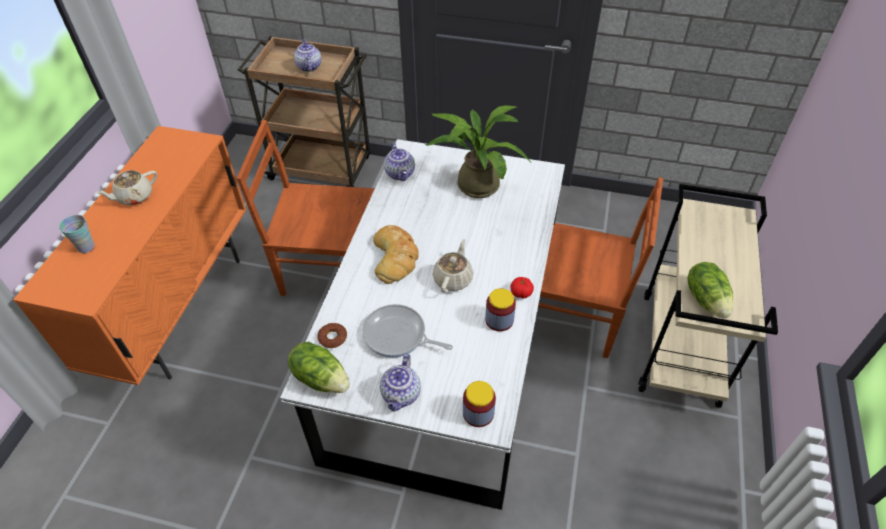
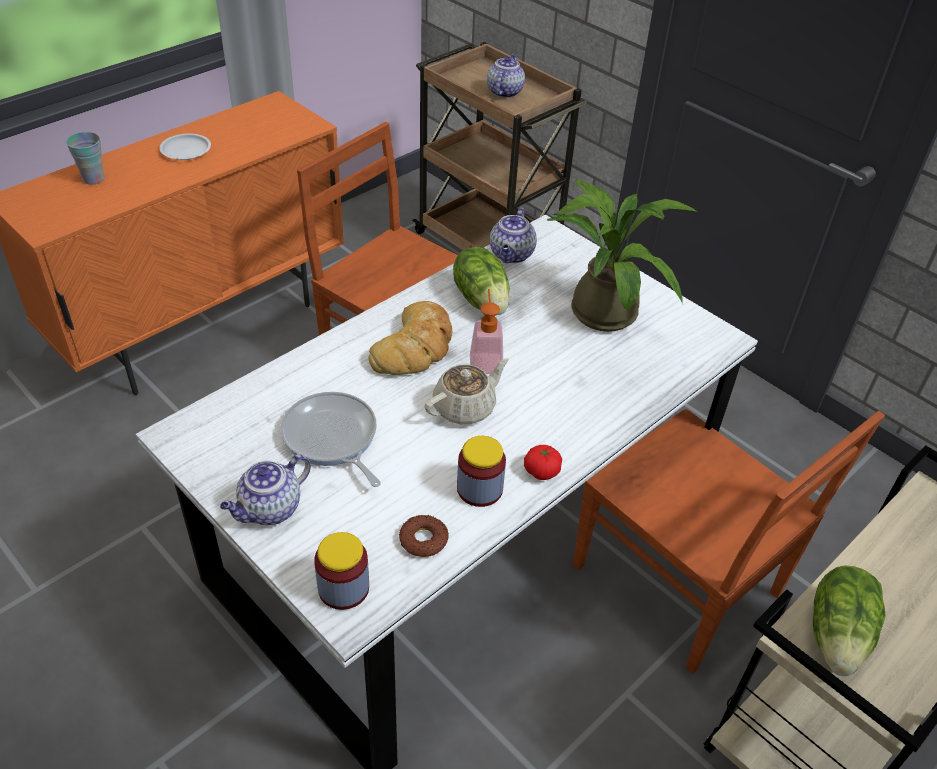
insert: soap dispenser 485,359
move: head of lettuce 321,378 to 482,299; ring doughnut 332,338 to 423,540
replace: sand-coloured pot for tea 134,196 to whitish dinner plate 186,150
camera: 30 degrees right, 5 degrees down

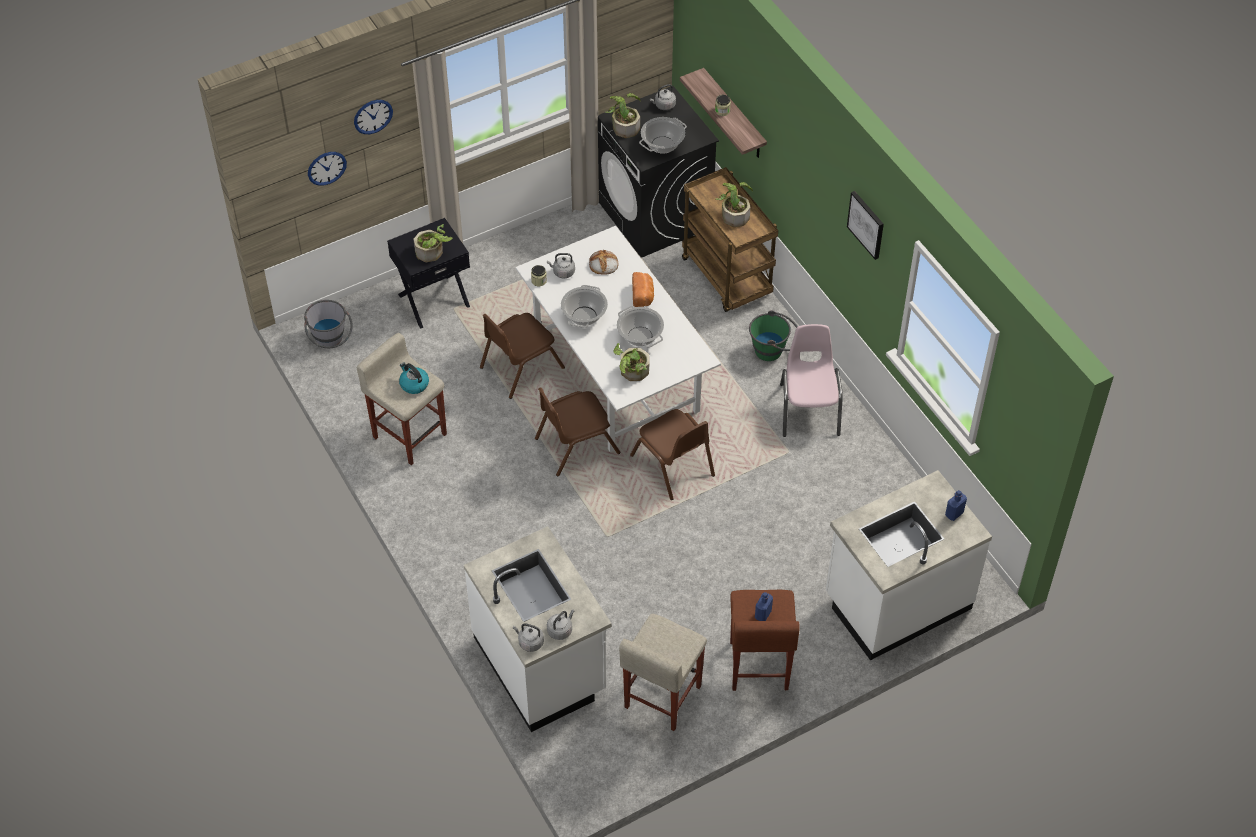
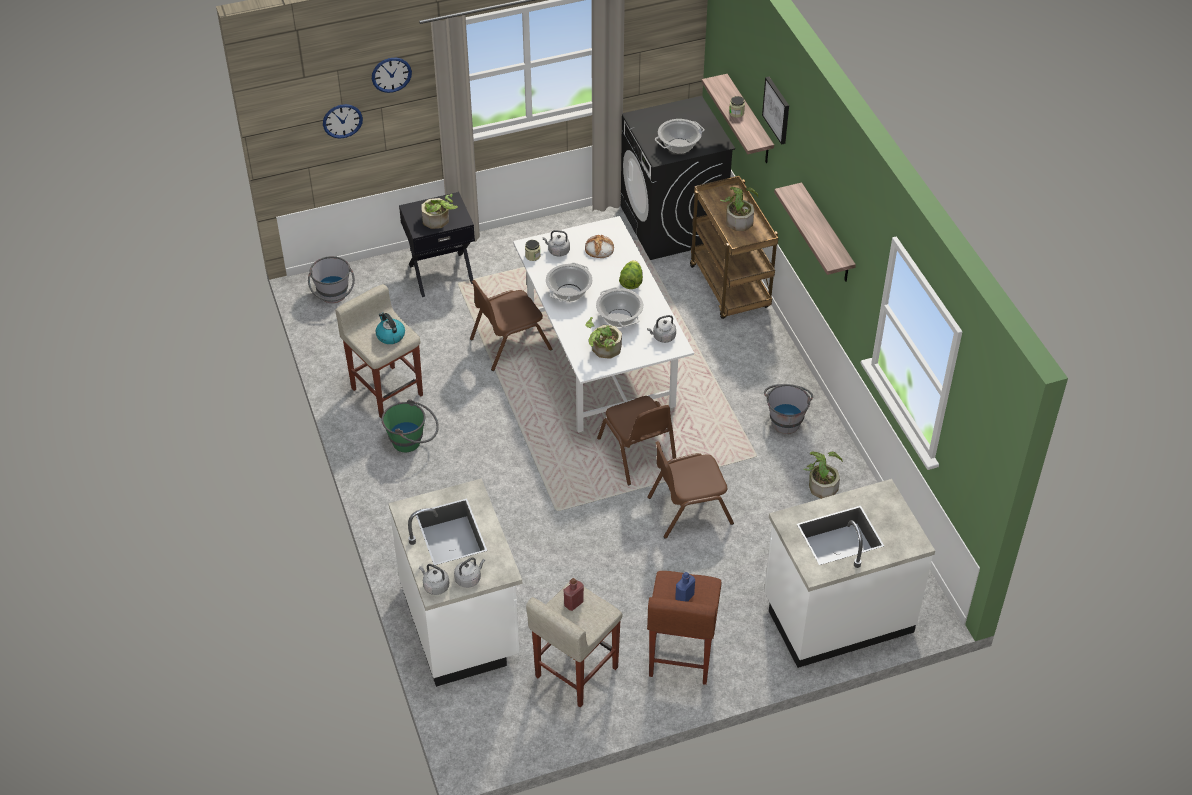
delete: blue bottle 954,514
insert: red-coloured bottle 573,603; shelf 826,235
move: brown-coloured chair 576,445 to 689,509; potted plant 624,125 to 821,484; gray tea kettle 664,105 to 663,337; green bucket 774,350 to 412,442; wall picture 866,224 to 777,110
replace: bread 643,296 to head of lettuce 631,282; pinkish chair 809,409 to gray bucket 785,418
camera: 10 degrees right, 5 degrees down

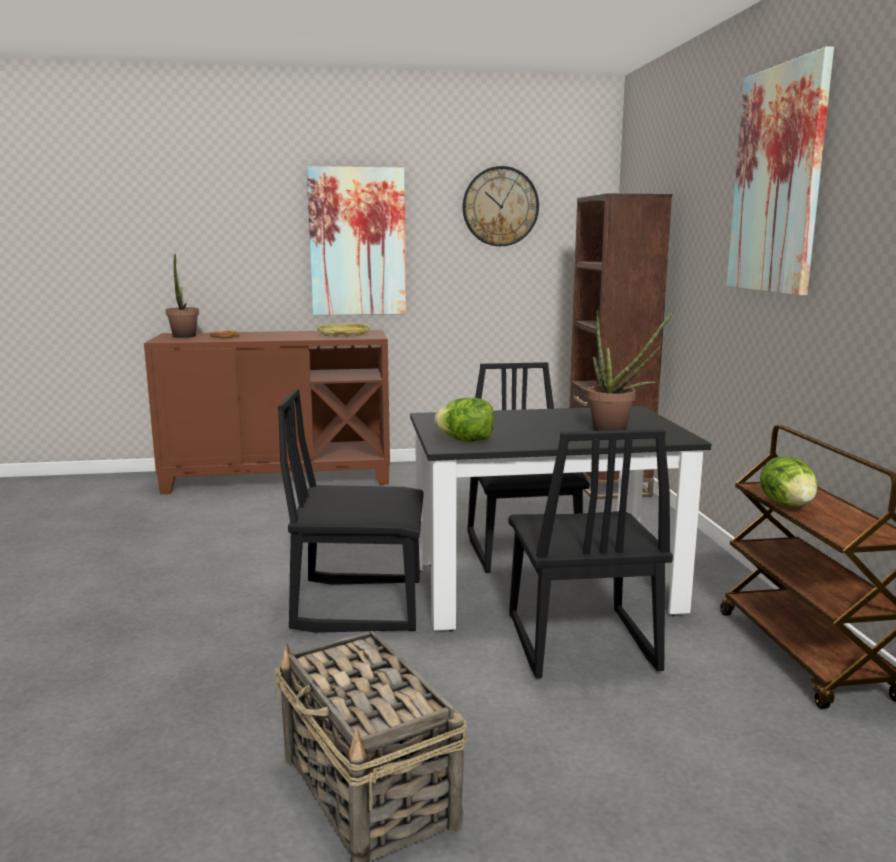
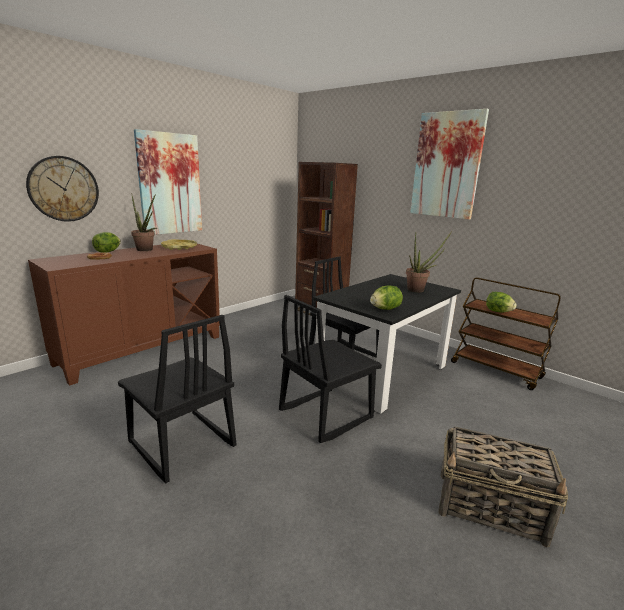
insert: head of lettuce 107,252
move: potted plant 184,337 to 146,250; wall clock 500,206 to 63,189; black chair 578,643 to 181,445
camera: 40 degrees left, 5 degrees up

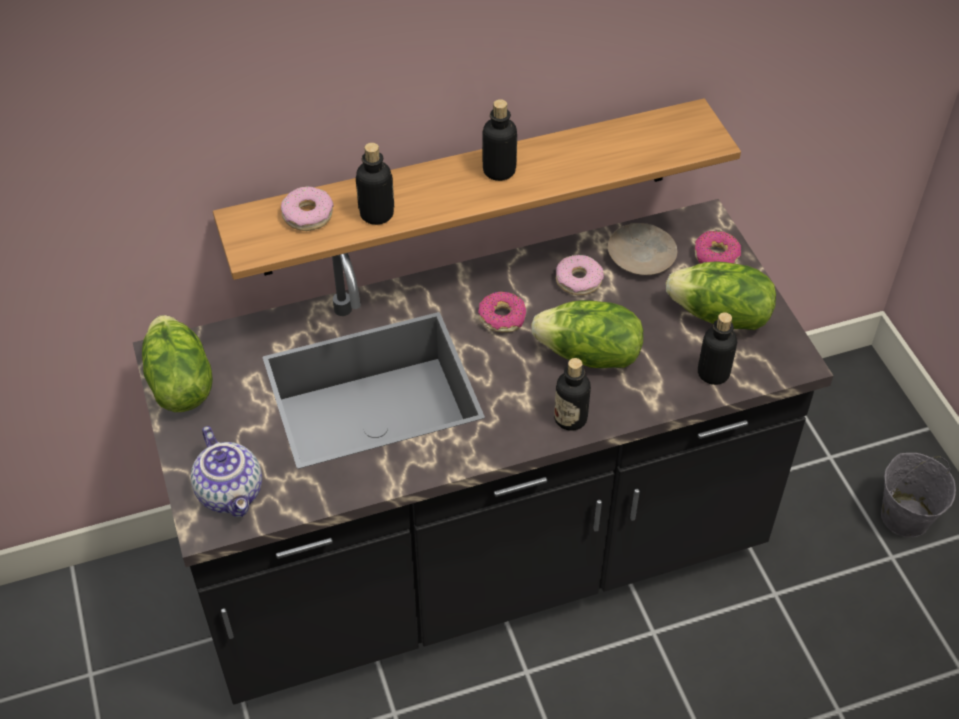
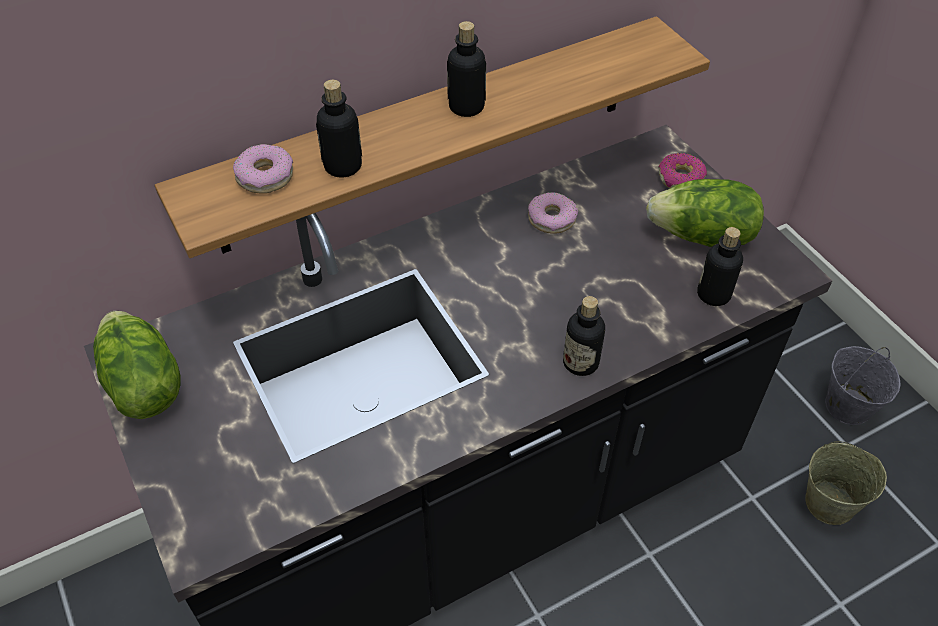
delete: pot for tea 232,492; ring doughnut 502,317; head of lettuce 589,355; sand-coloured dinner plate 641,255
insert: sand-coloured bucket 830,503
camera: 10 degrees left, 0 degrees up

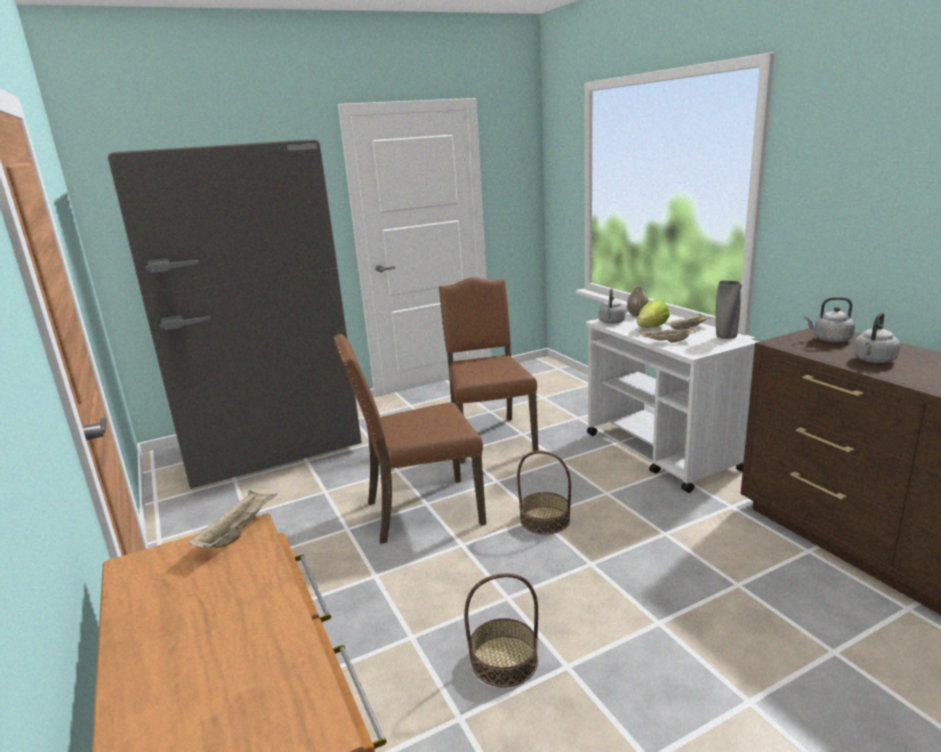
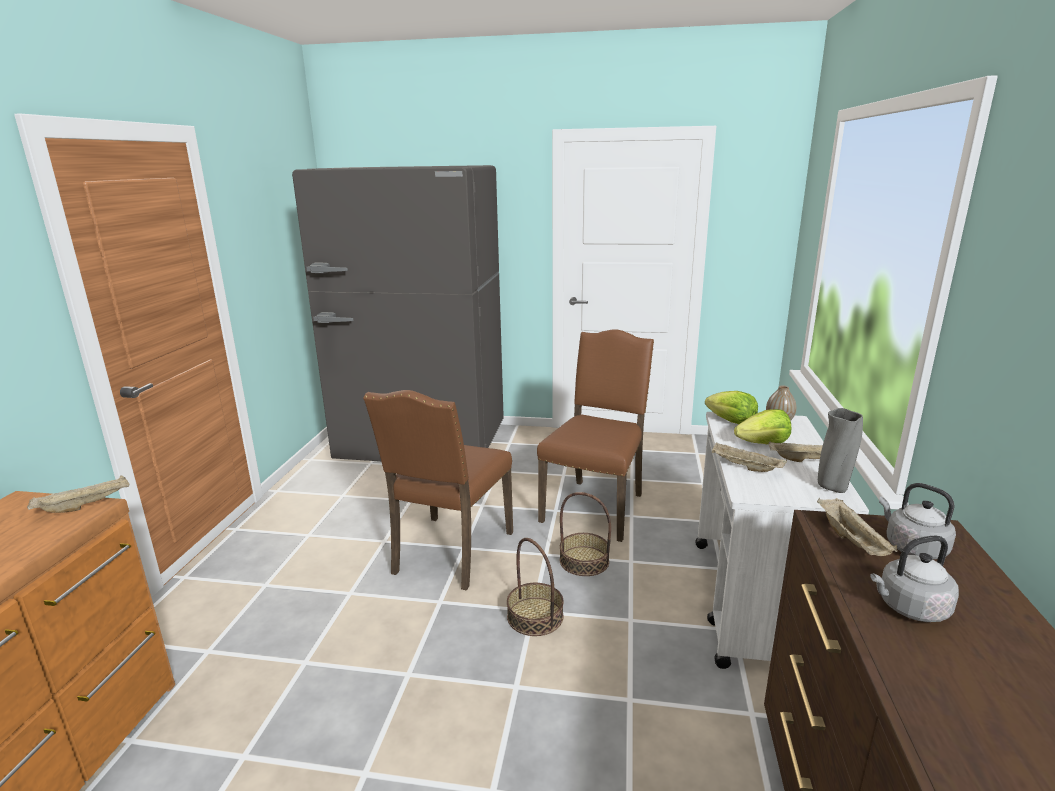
insert: sand-coloured carrying tray 852,541
move: household basket 504,660 to 584,561
replace: gray tea kettle 611,322 to head of lettuce 731,421
rotate: brown-coloured chair 420,512 = 450,553 90 degrees counterclockwise
camera: 35 degrees right, 0 degrees up

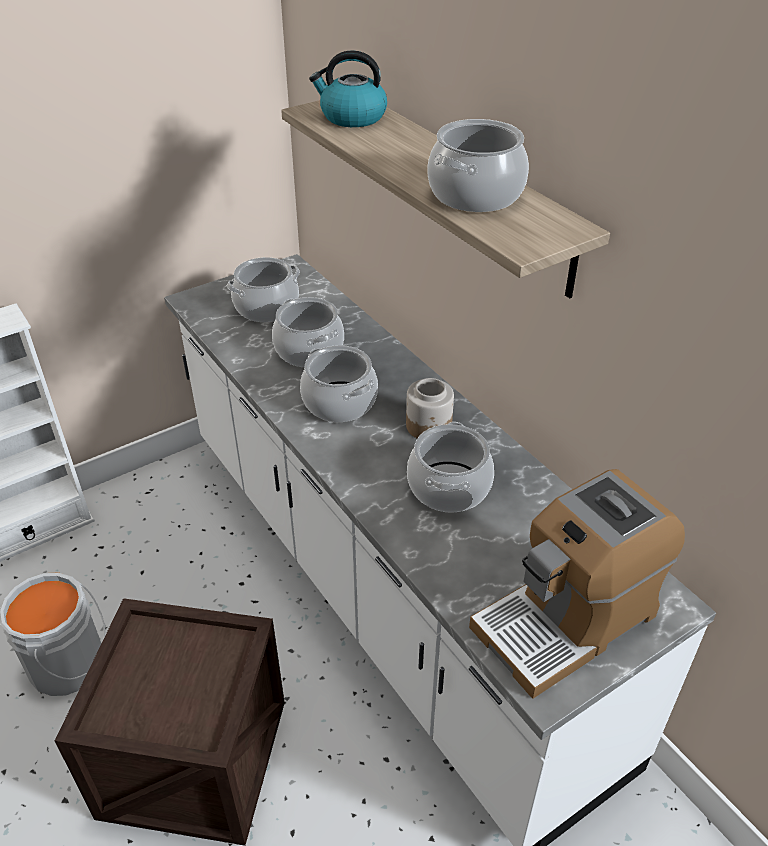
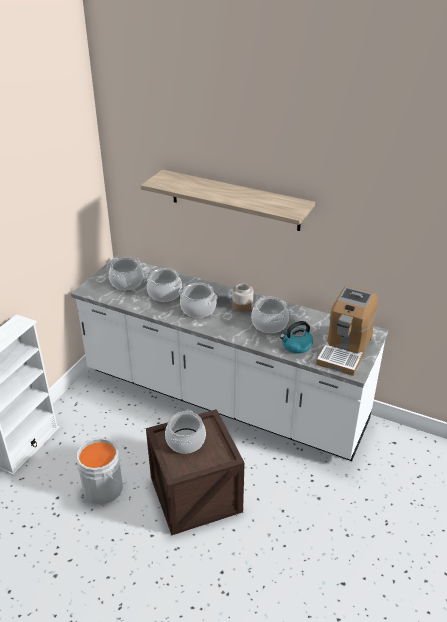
move: tea kettle 352,117 to 296,346; cooking pot 475,194 to 185,441
camera: 30 degrees left, 5 degrees down

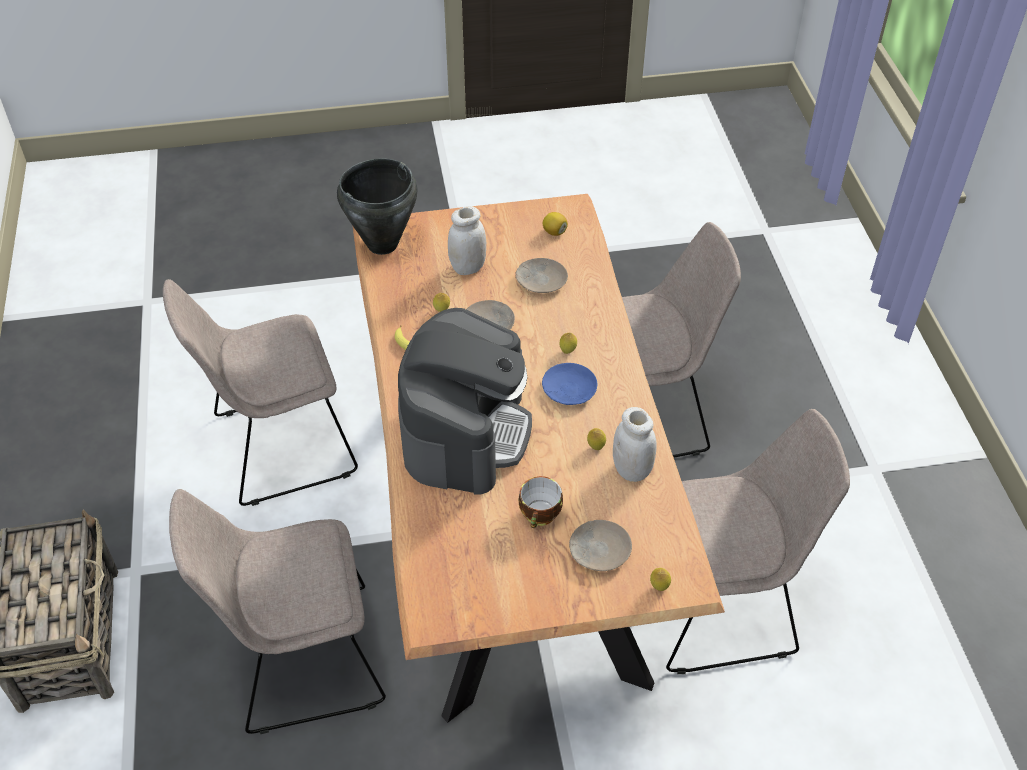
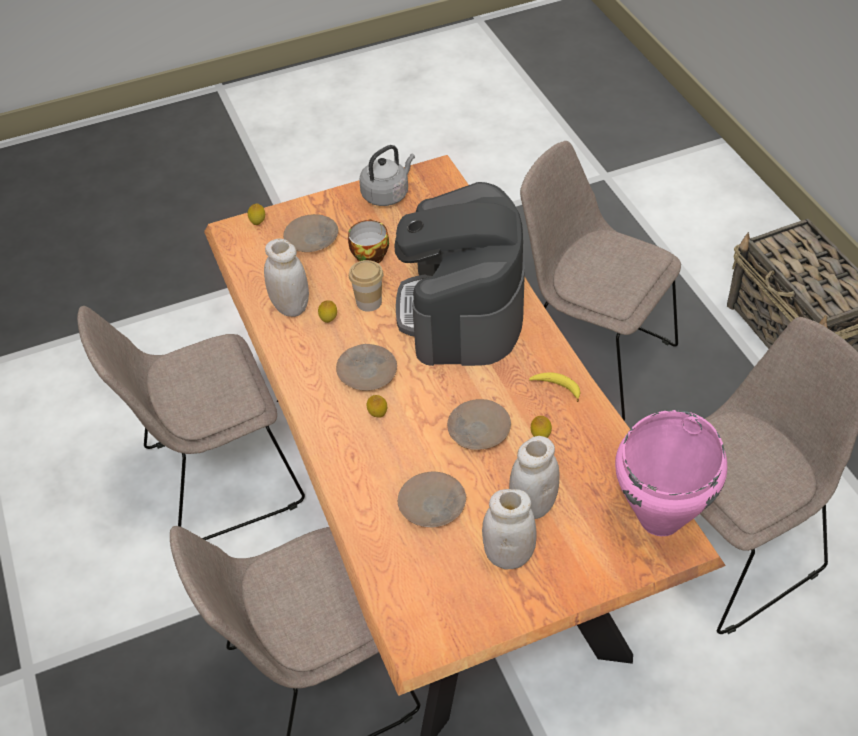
delete: citrus fruit 554,232
insert: small cup 369,302; gray tea kettle 387,194; whitish storage jar 508,555
recolor: black cooking pot 381,244 to pinkish cooking pot 661,518; blue dinner plate 569,389 to sand-coloured dinner plate 367,372
rotate: sand-coloured chair 300,659 = 590,358 120 degrees counterclockwise
camera: 170 degrees right, 0 degrees up

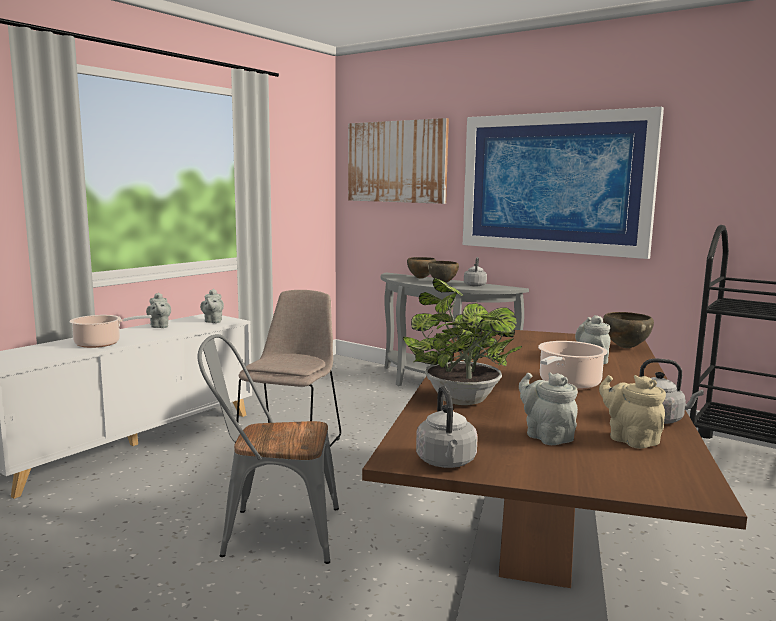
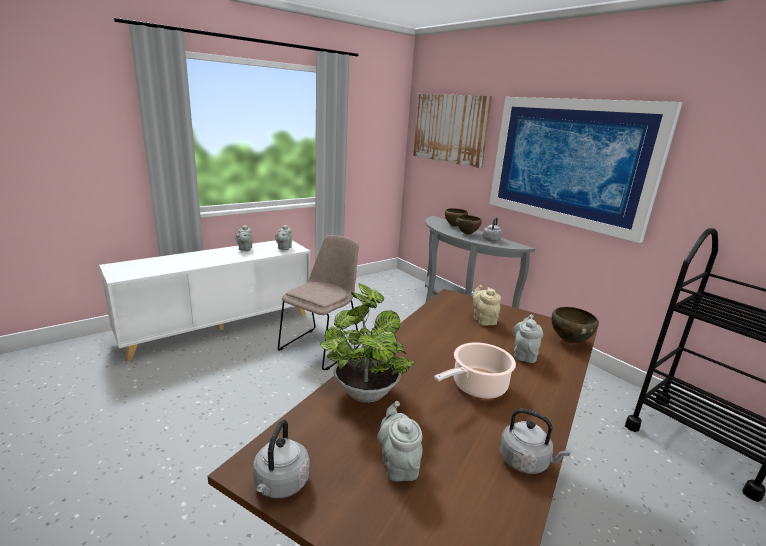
delete: cooking pot 101,344; gray chair 271,532
move: sand-coloured pot for tea 630,439 to 483,320
camera: 15 degrees right, 10 degrees up

